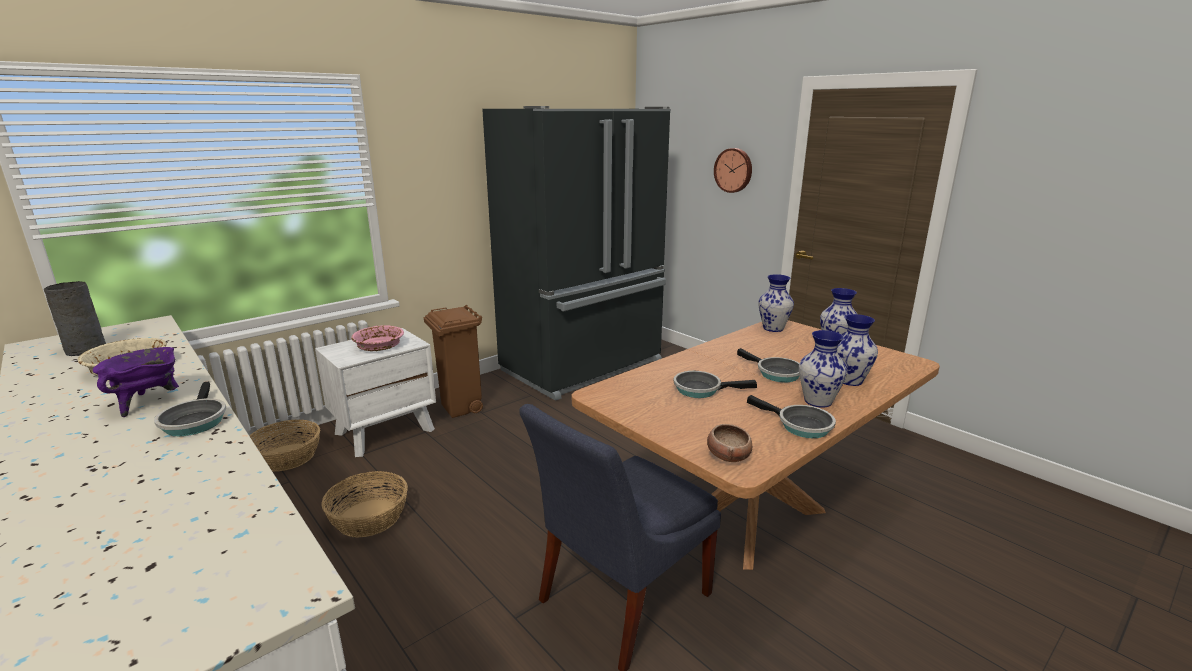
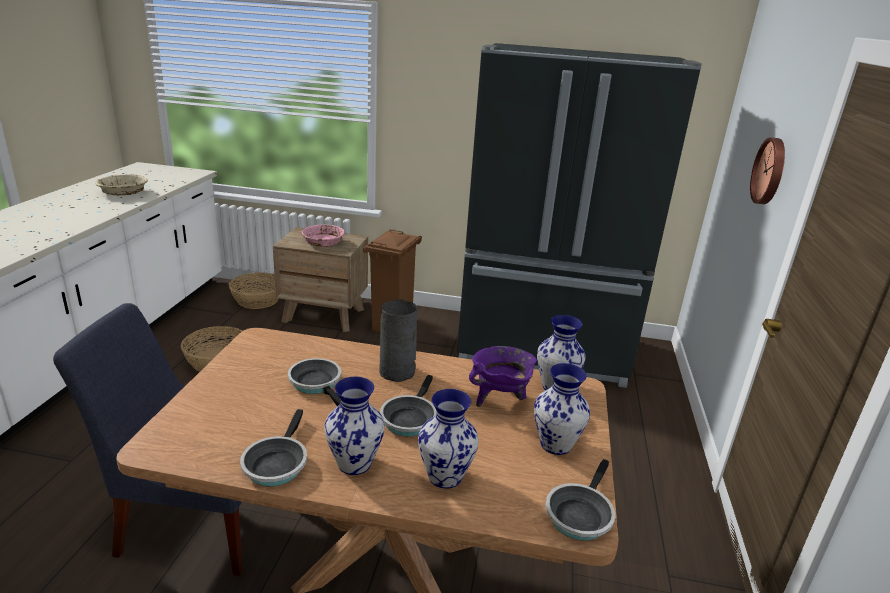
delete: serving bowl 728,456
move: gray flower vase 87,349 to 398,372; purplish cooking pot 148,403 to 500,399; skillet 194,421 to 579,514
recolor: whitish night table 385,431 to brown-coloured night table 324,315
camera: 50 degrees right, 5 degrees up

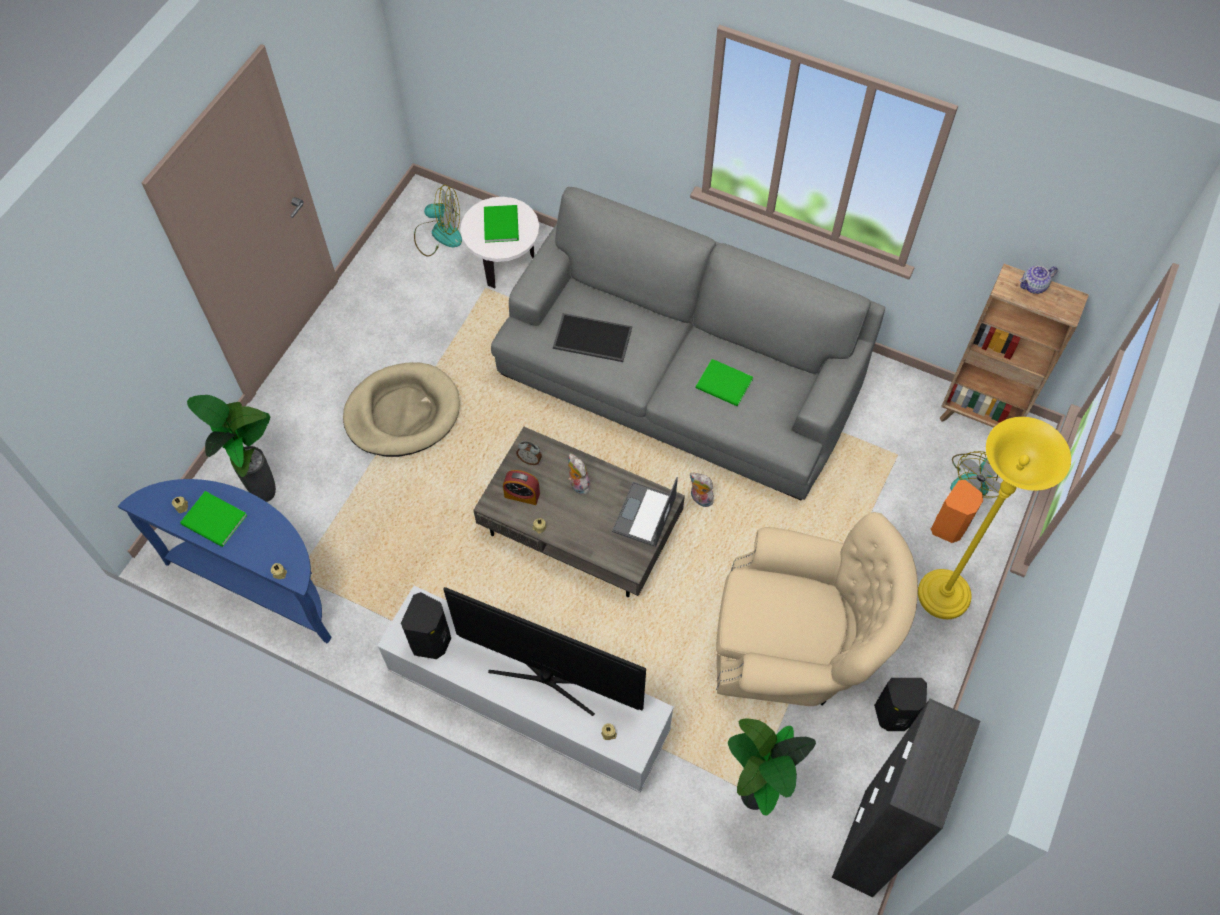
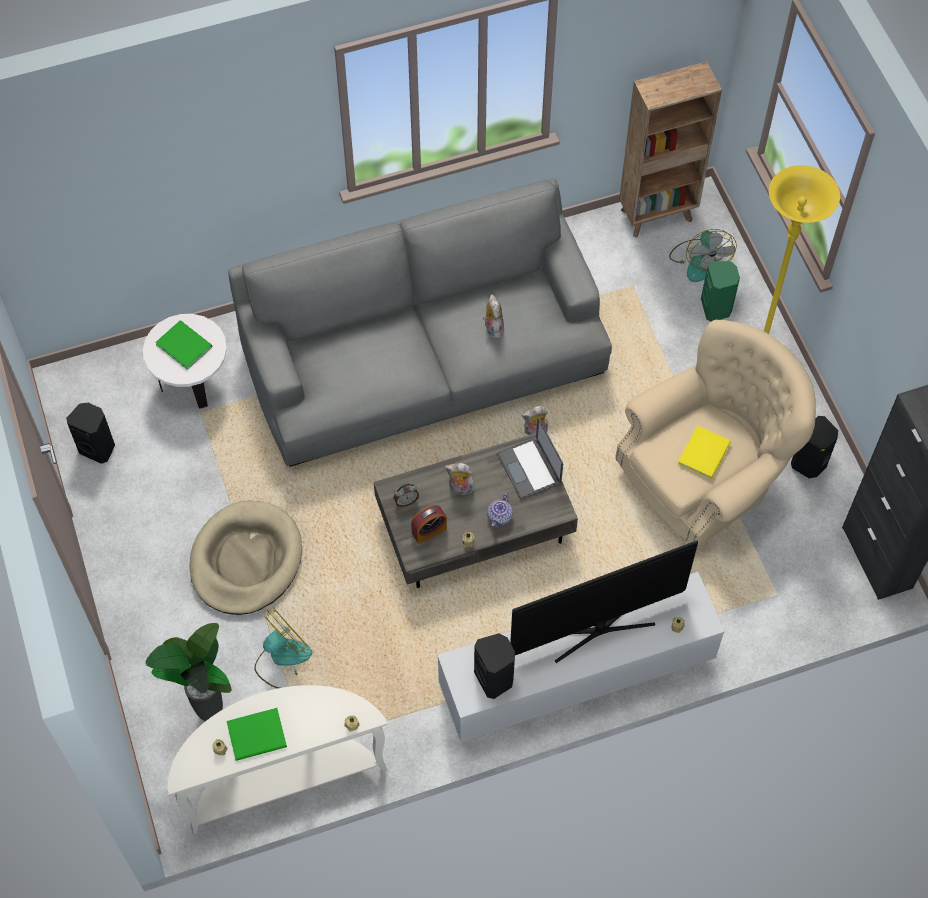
delete: carrying tray 591,339; potted plant 753,801
insert: black audio speaker 98,448; yellowish book 705,452
move: fan 439,234 to 282,659; pot for tea 1034,286 to 500,516
replace: green book 725,385 to plush toy 492,327
recolor: blue narrow table 260,581 to whitish narrow table 283,777; orangey audio speaker 949,527 to green audio speaker 716,308
camera: 45 degrees left, 0 degrees up

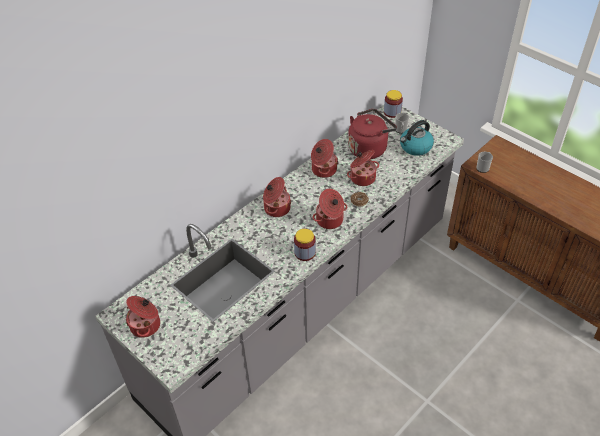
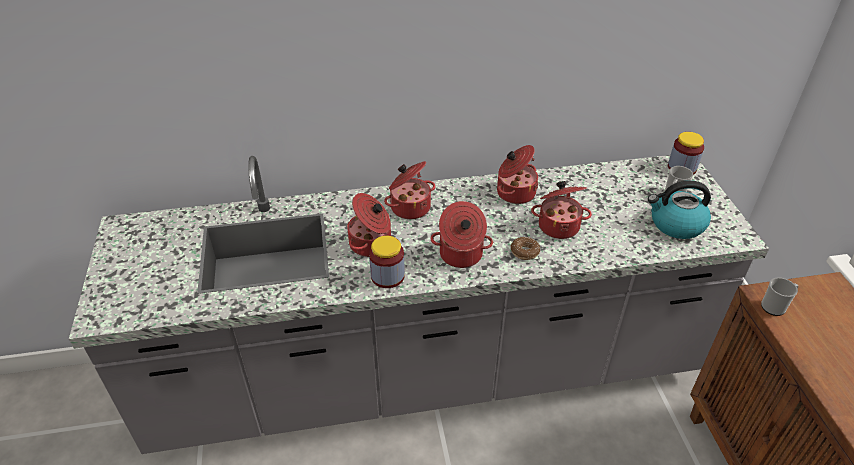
delete: red-coloured tea kettle 369,148
move: cooking pot 146,325 to 371,244
camera: 35 degrees right, 5 degrees down

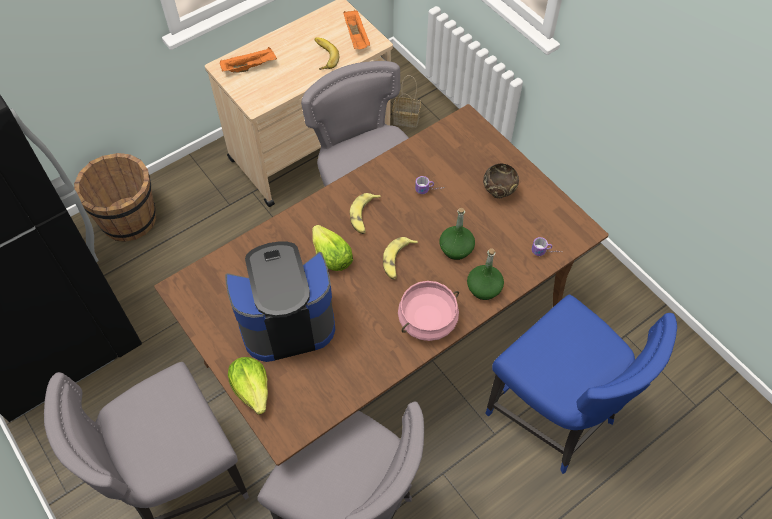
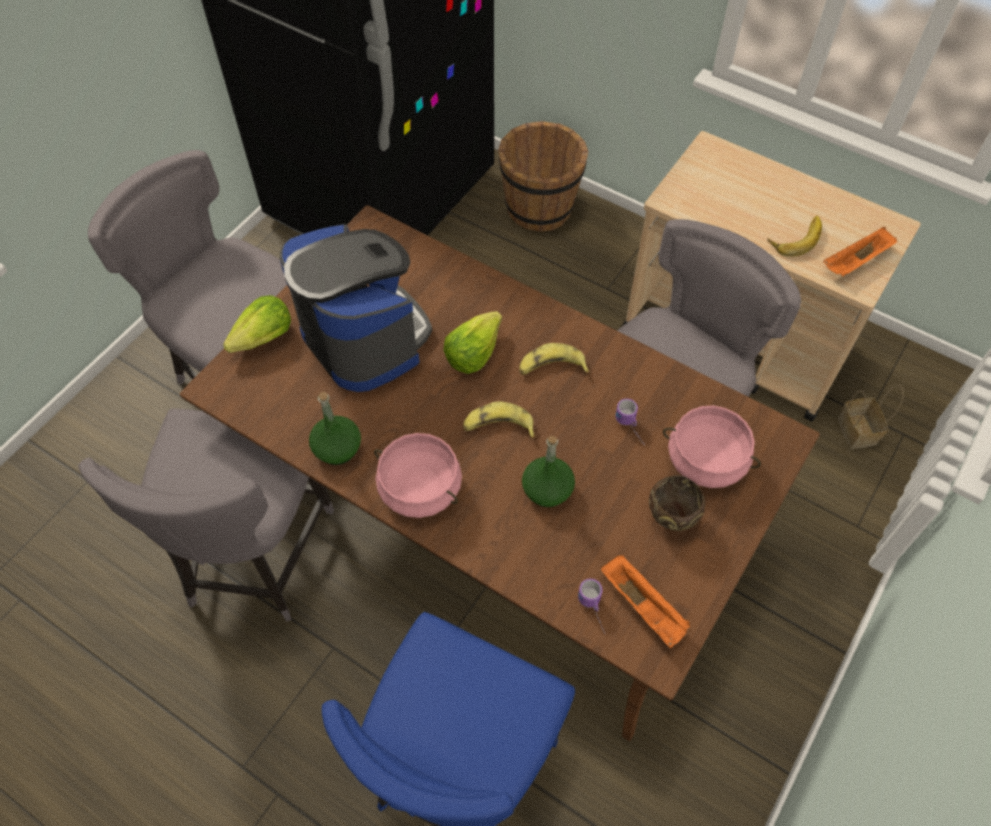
insert: pinkish cooking pot 706,460
move: orangey carrying tray 250,67 to 644,607; green bottle 484,288 to 337,448
camera: 70 degrees right, 0 degrees up

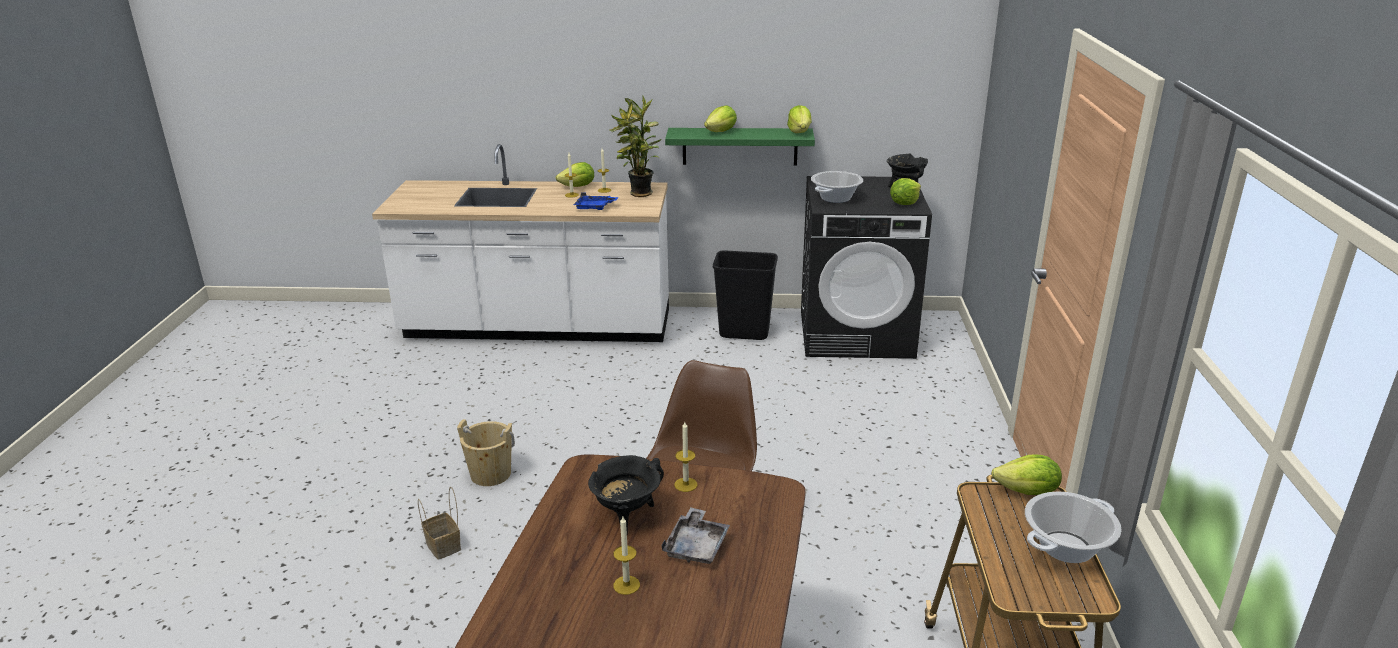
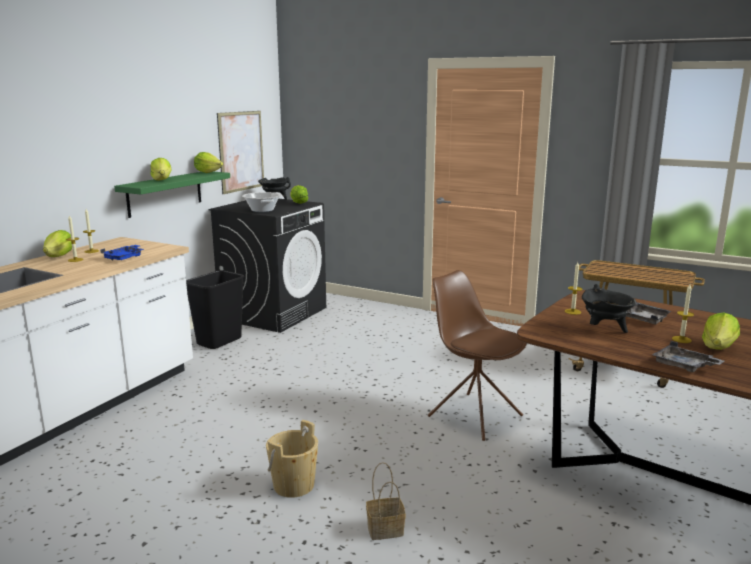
delete: potted plant 639,194; cooking pot 1065,547
insert: wall picture 241,151; gray carrying tray 684,366
move: head of lettuce 1027,492 to 718,347
camera: 65 degrees left, 10 degrees down

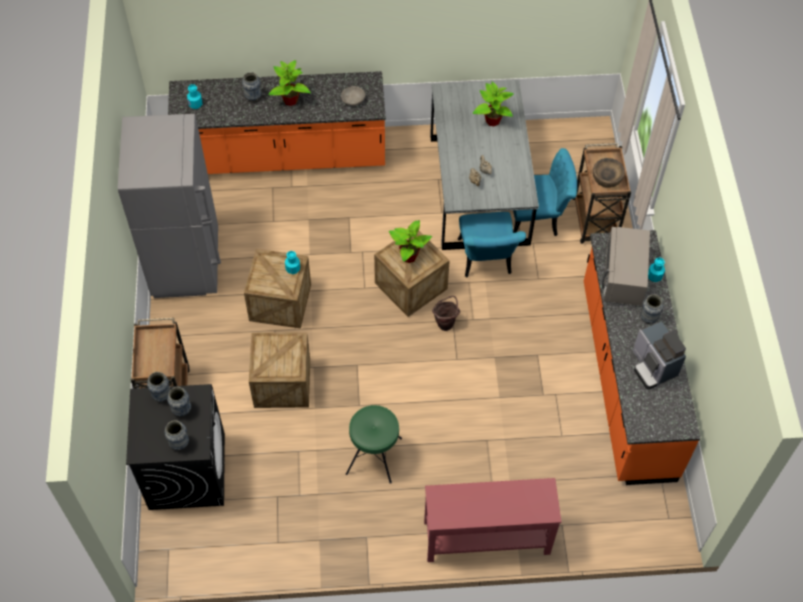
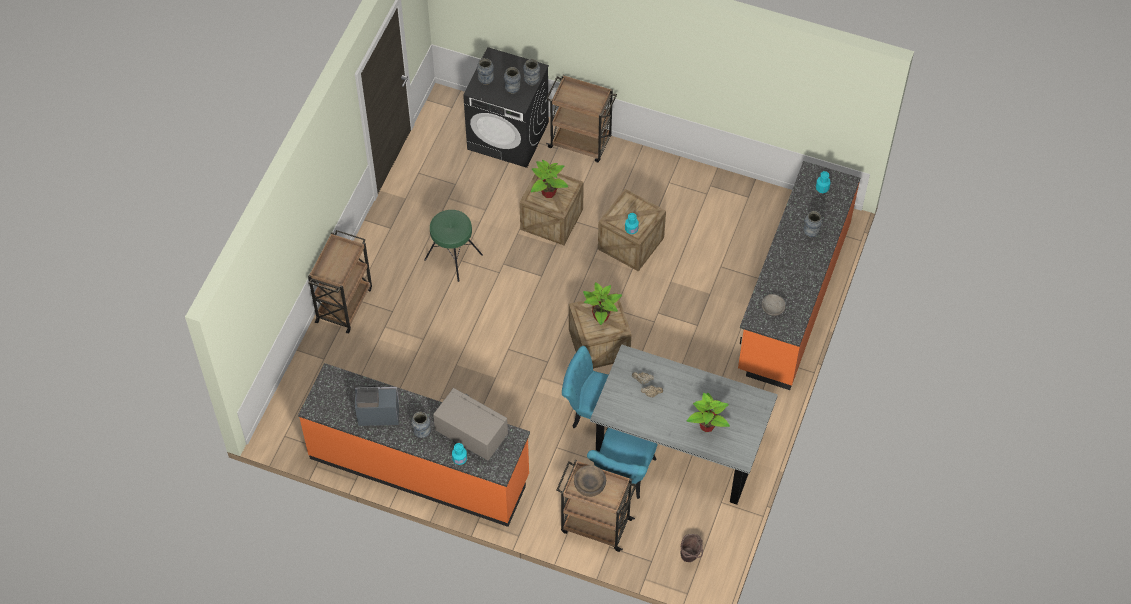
delete: gray kitchen fridge 186,264
move: potted plant 290,100 to 548,192; brown-coloured bucket 446,322 to 690,557
replace: red-coloured narrow table 485,537 to brown-coloured cart 344,304
camera: 115 degrees right, 0 degrees up

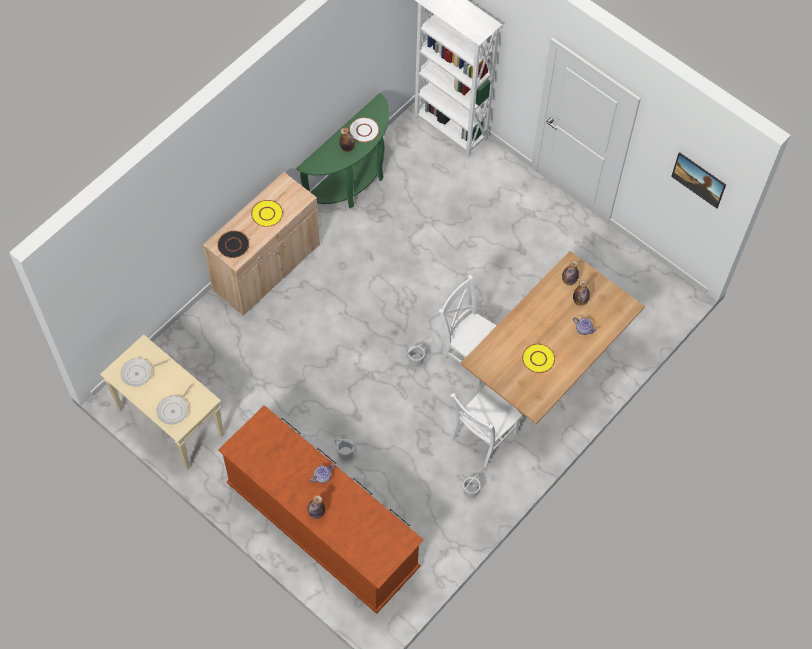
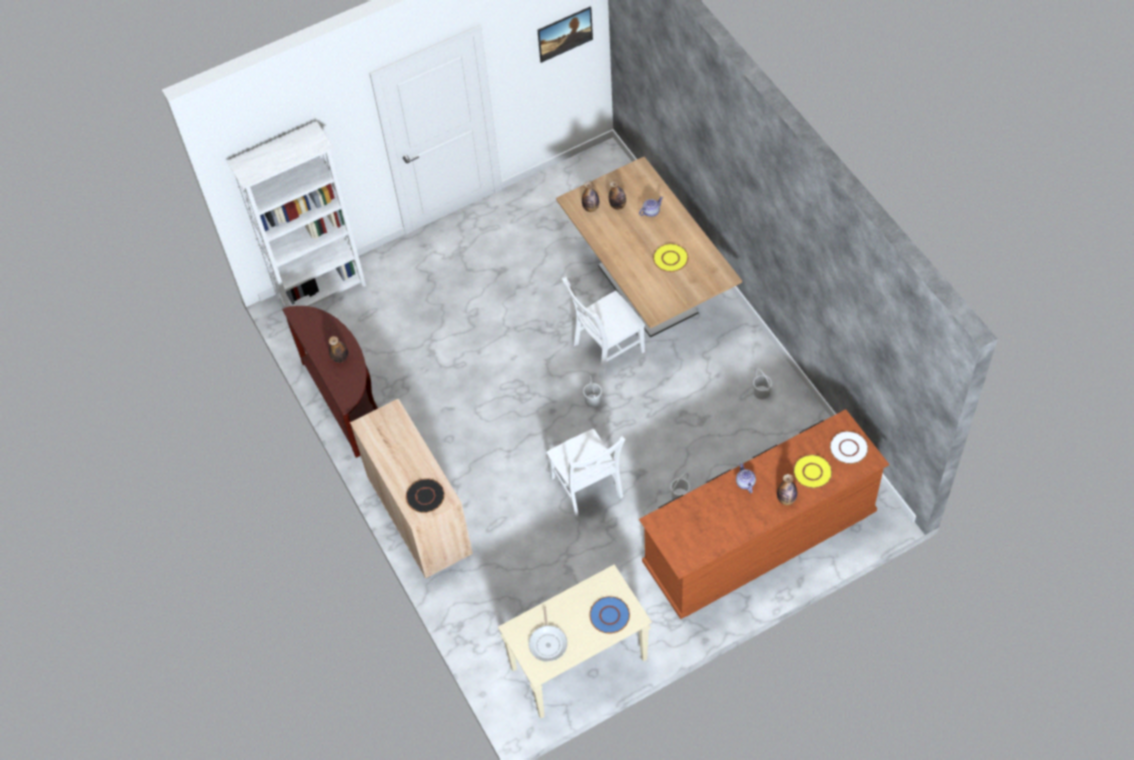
move: yellowish dinner plate 267,214 to 812,472; whitish dinner plate 364,130 to 848,448; whitish chair 482,437 to 587,490
replace: skillet 174,409 to blue dinner plate 609,615
recolor: green narrow table 352,182 to brown-coloured narrow table 346,401
camera: 65 degrees left, 5 degrees down

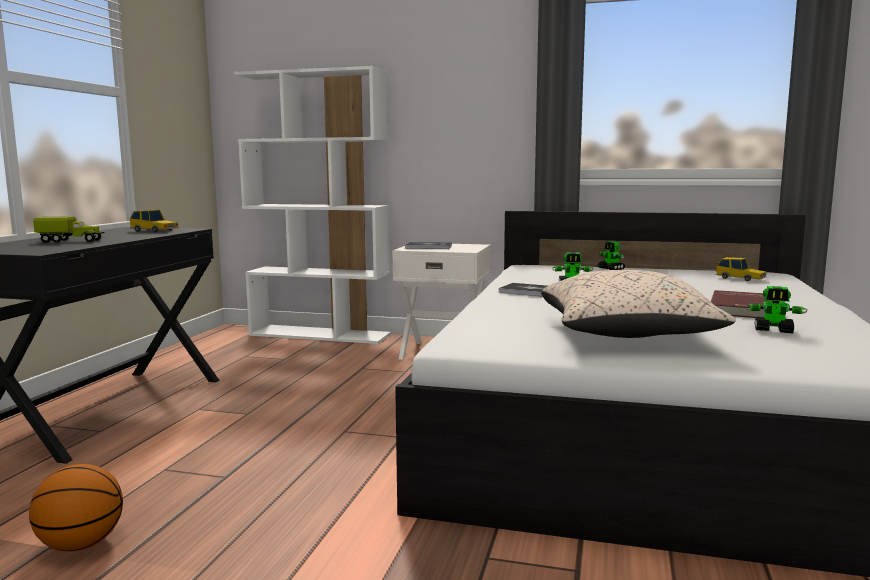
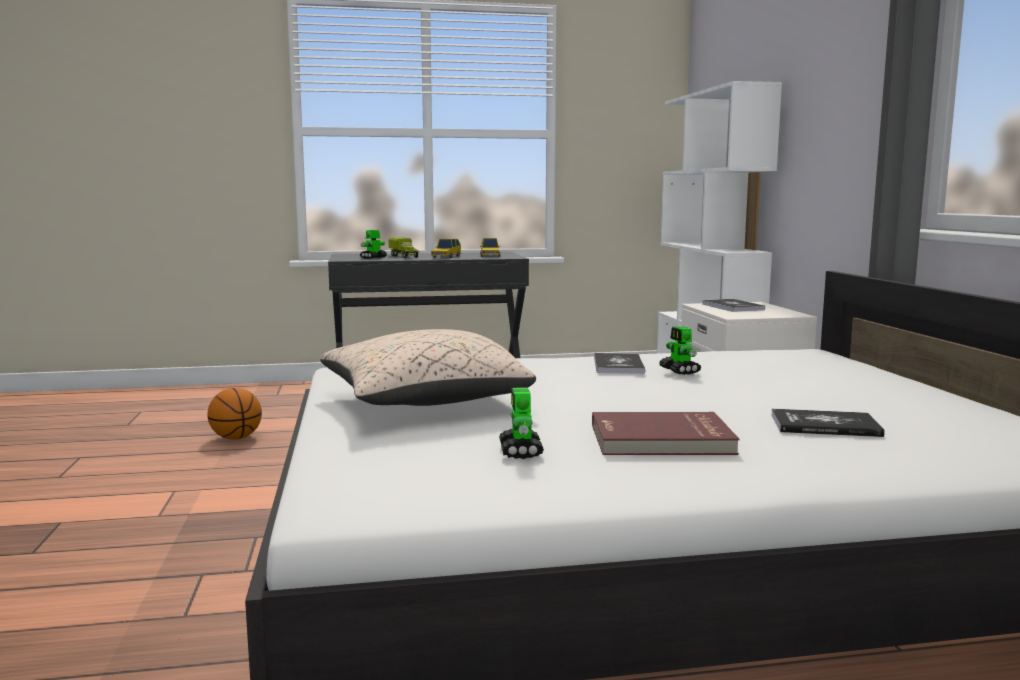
insert: book 825,425
move: robot figure 611,269 to 373,258; model car 740,278 to 446,257
camera: 65 degrees right, 0 degrees up

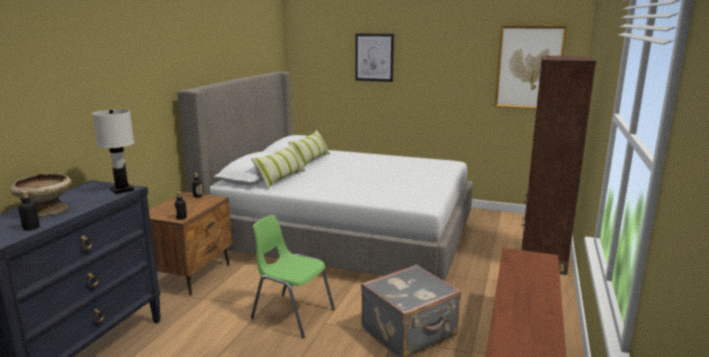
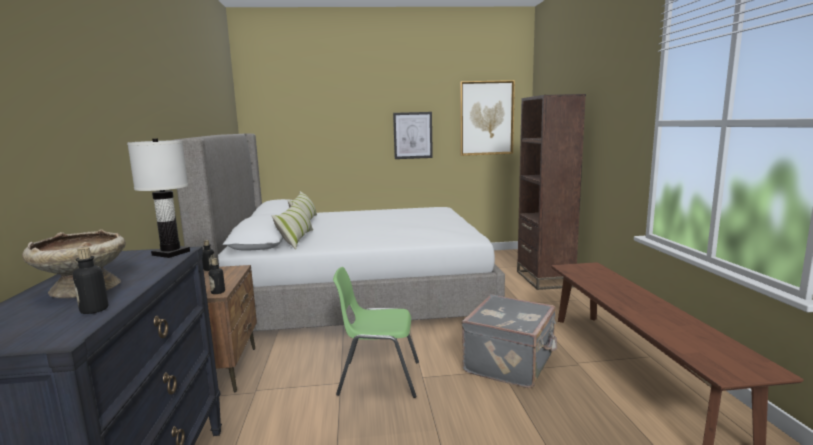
move: wall picture 374,57 to 413,135
camera: 25 degrees left, 5 degrees down

